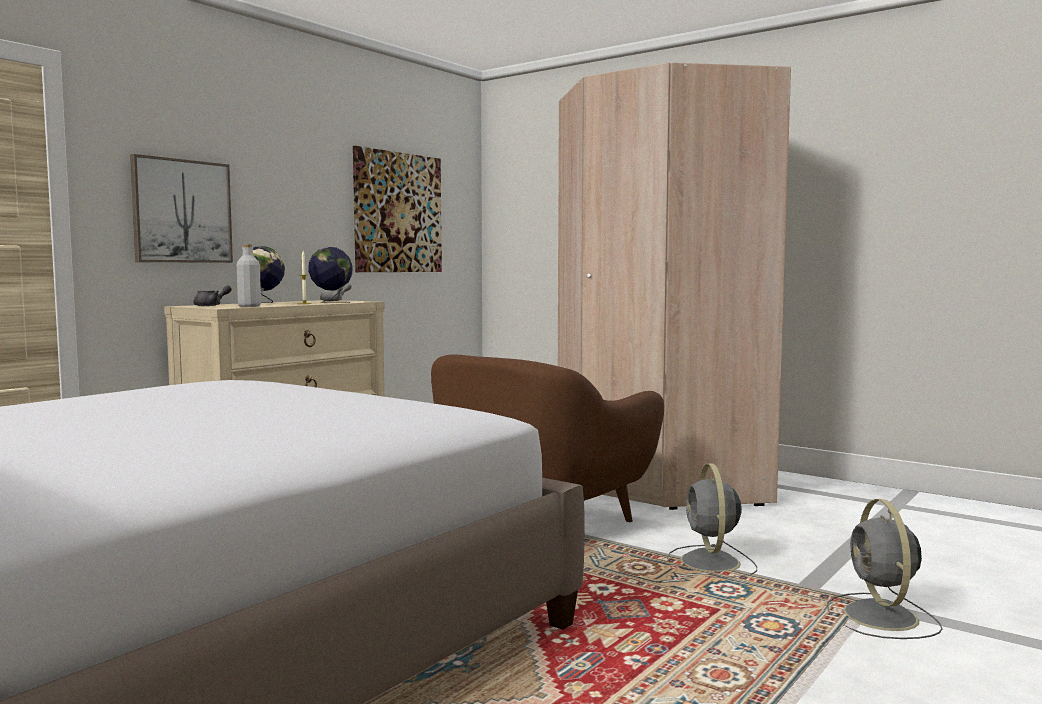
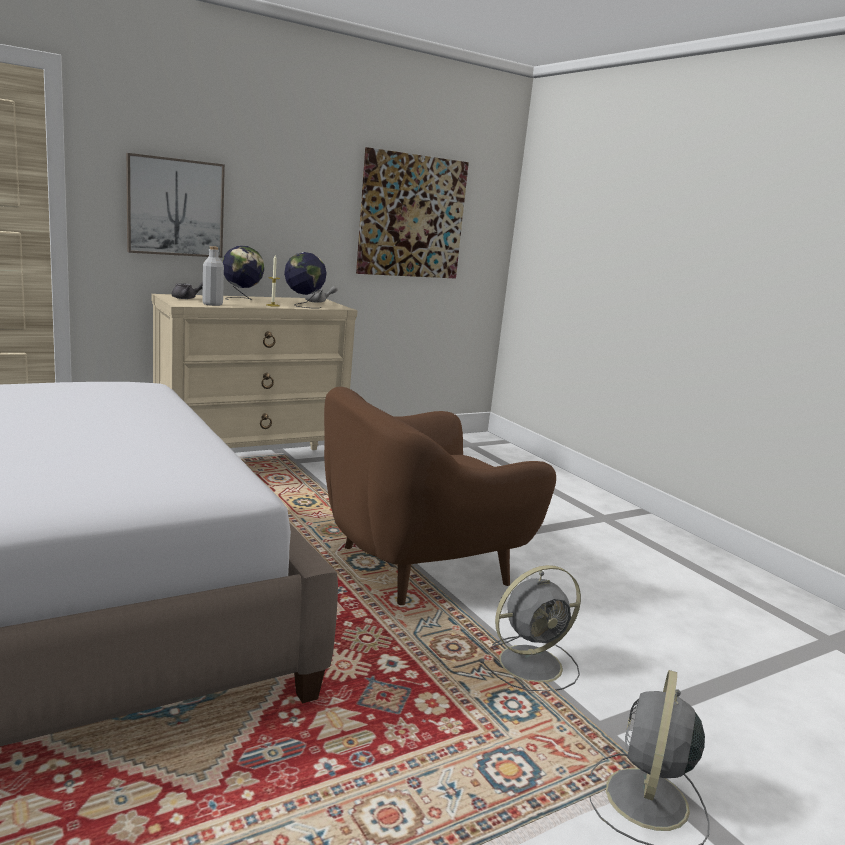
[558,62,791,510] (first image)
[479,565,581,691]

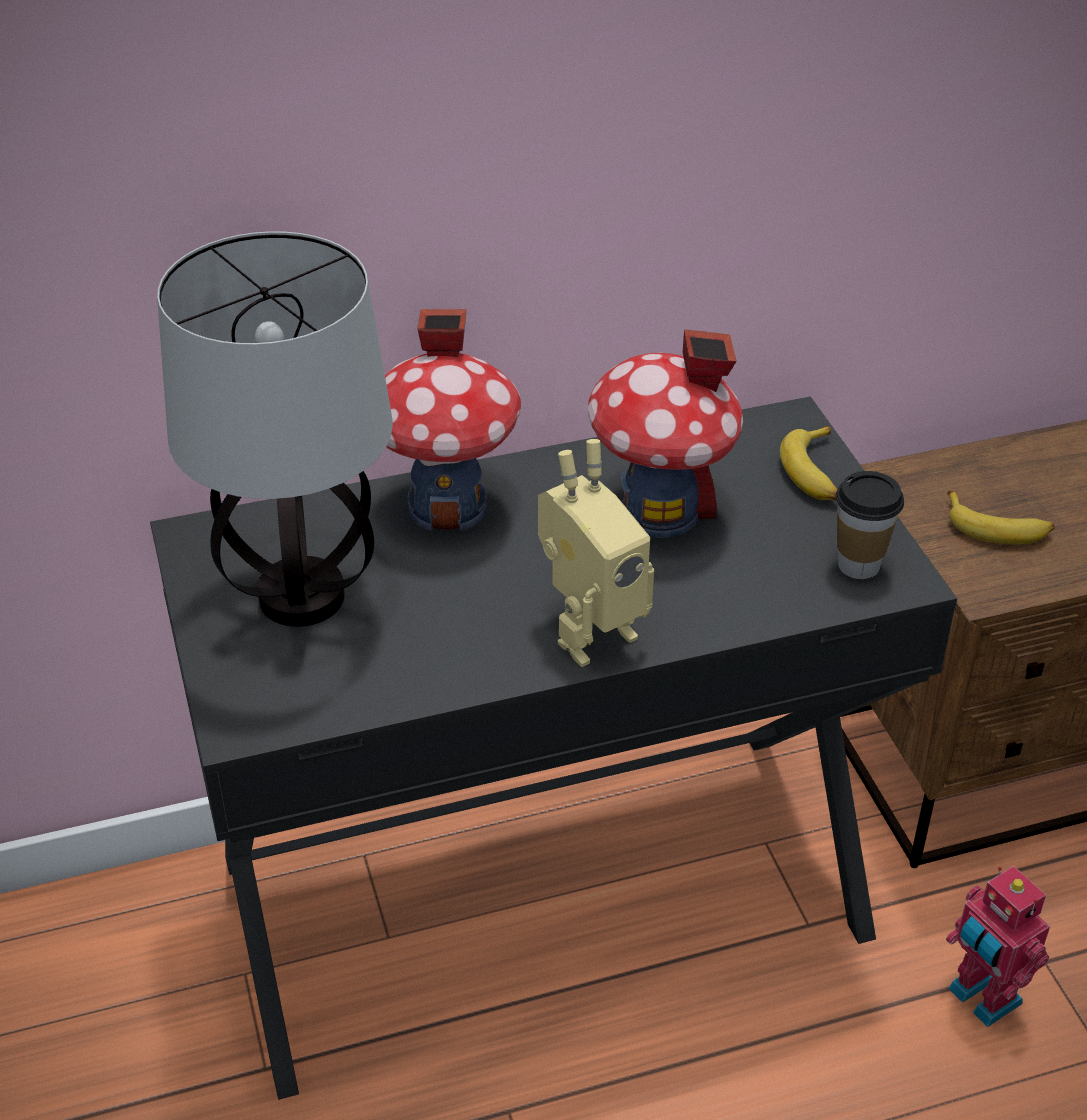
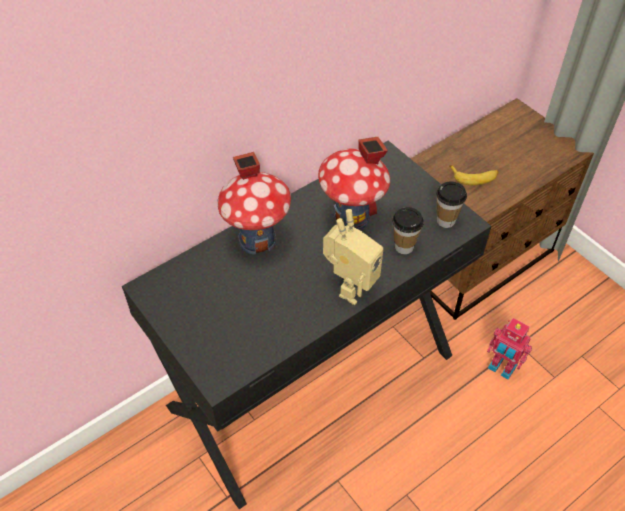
[157,231,393,627] (first image)
[780,426,838,500] (first image)
[392,207,424,254]

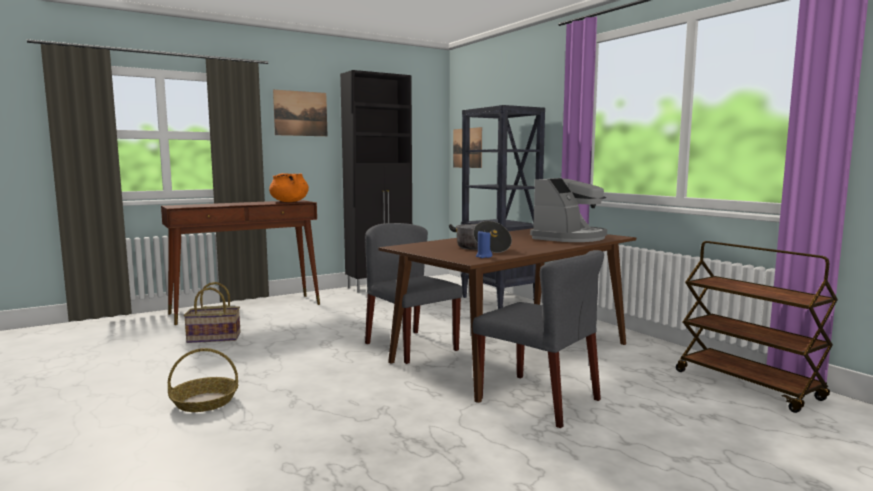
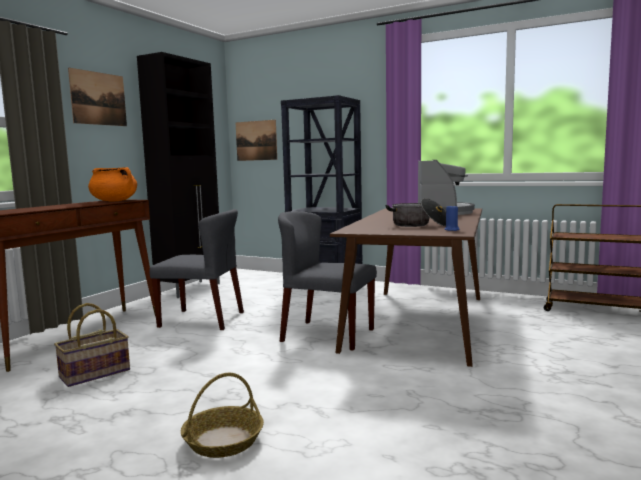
[149,209,244,330]

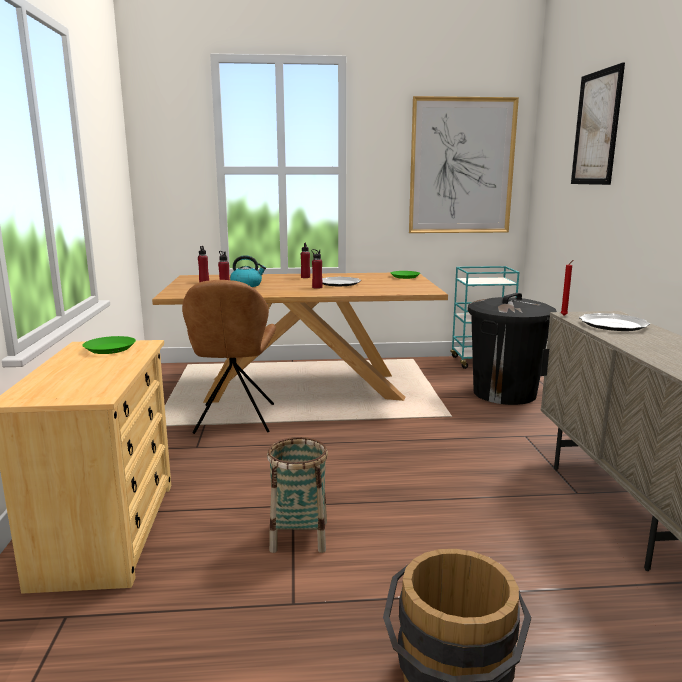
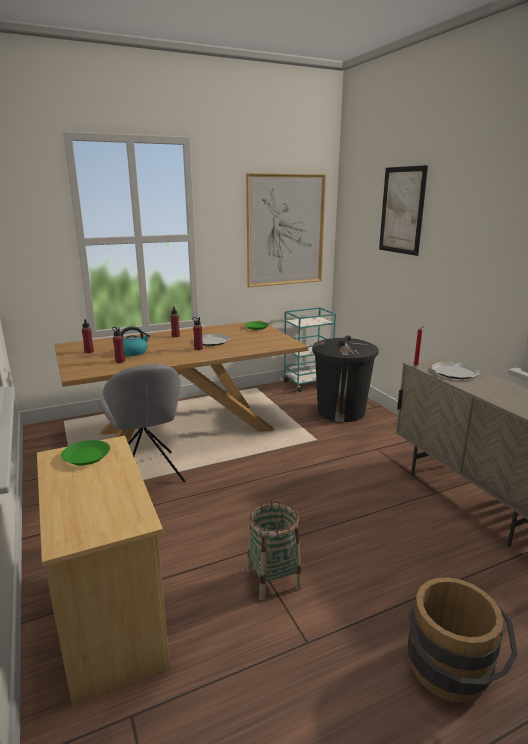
[99,364,186,483]

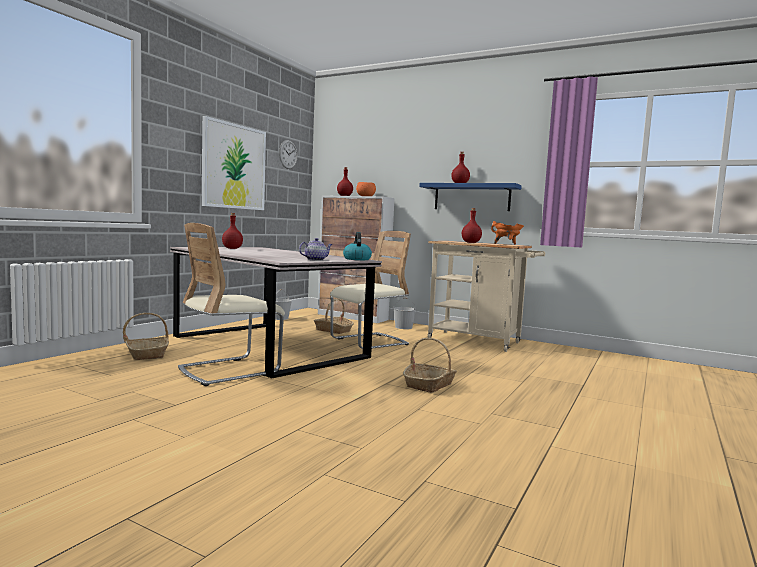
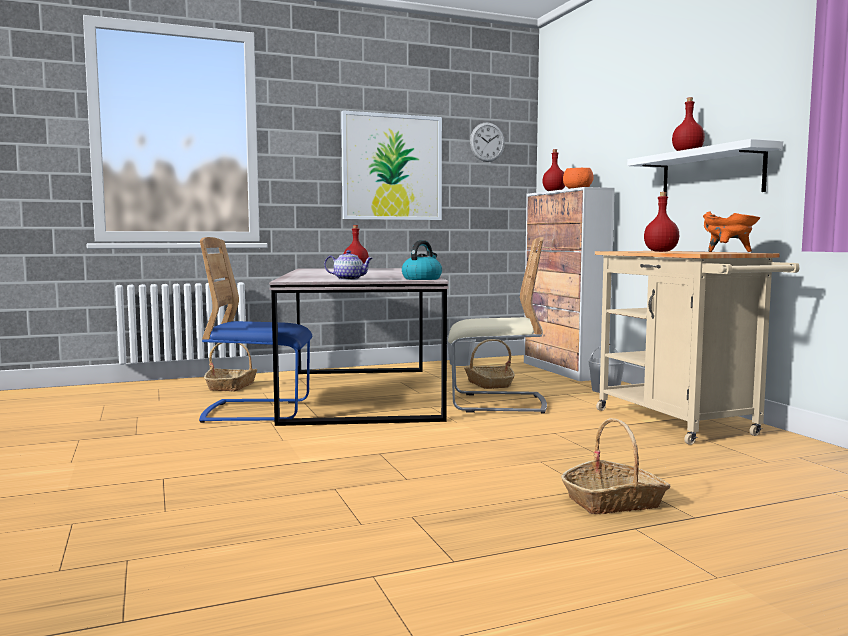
[199,237,312,423]
[561,418,671,514]
[627,139,783,196]

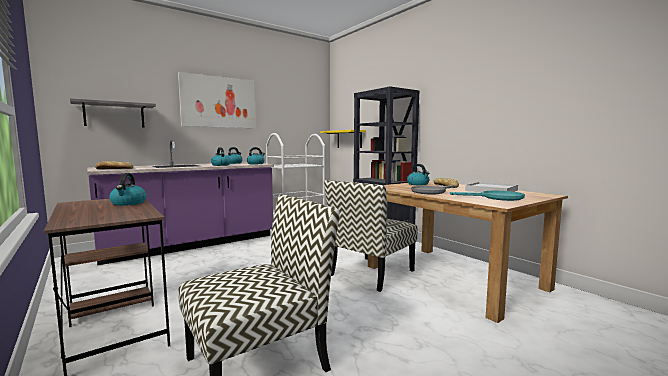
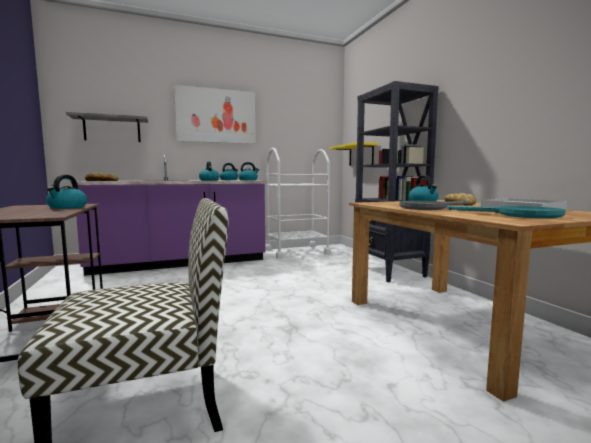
[324,180,417,292] (first image)

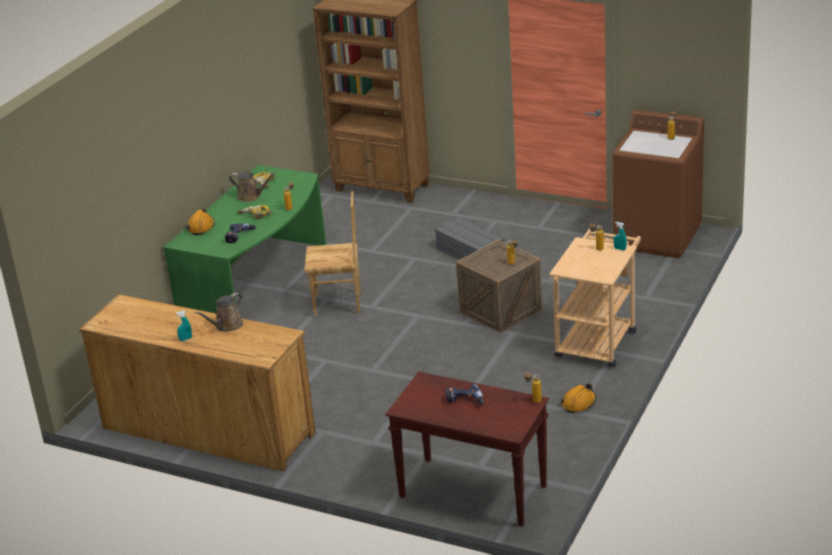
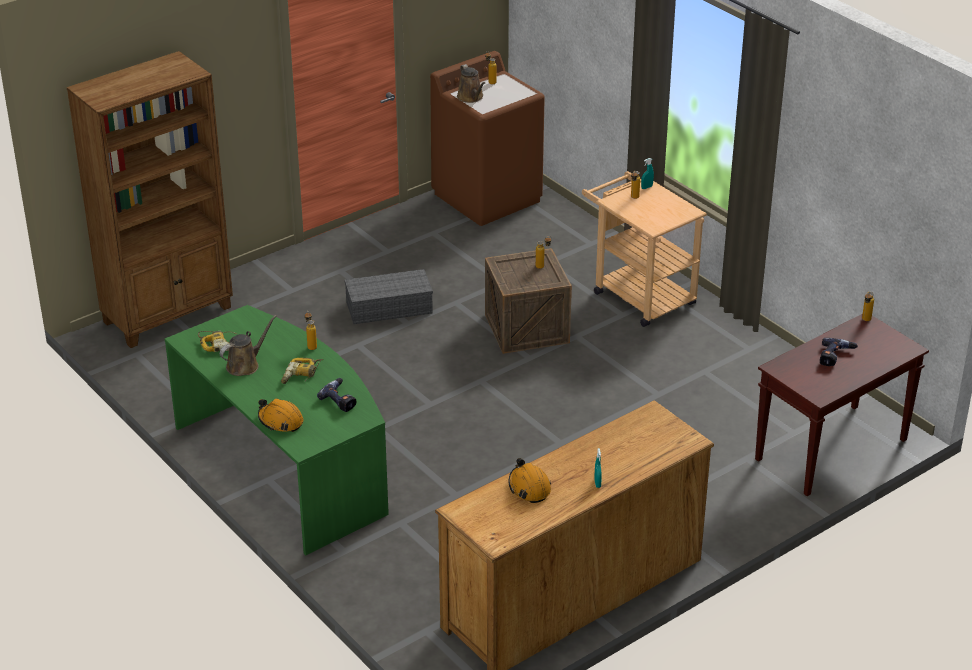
[457,64,485,103]
[304,191,361,317] (first image)
[508,458,551,503]

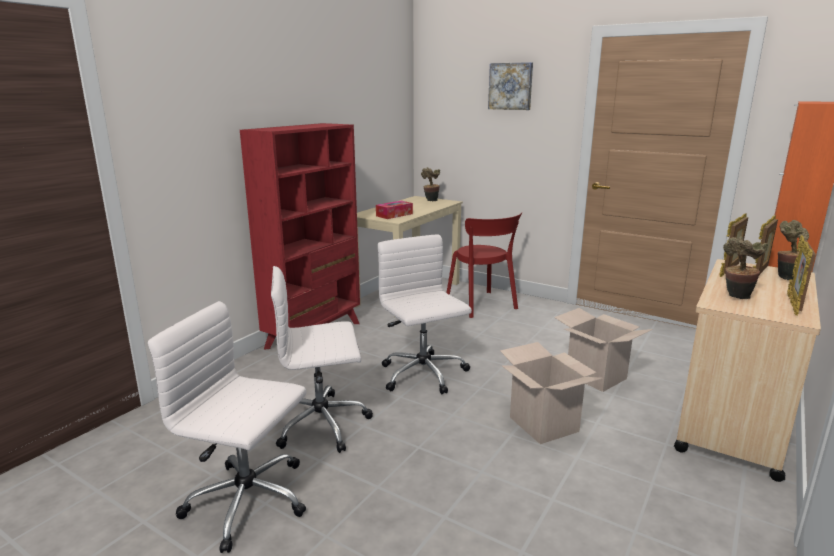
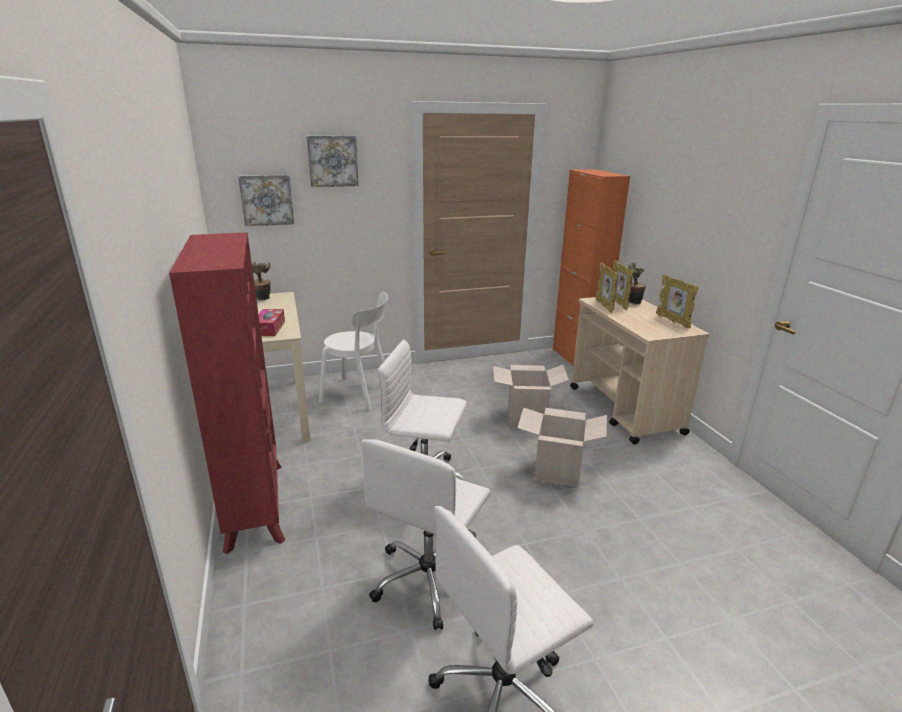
[319,291,388,411]
[723,236,768,299] (first image)
[238,175,294,226]

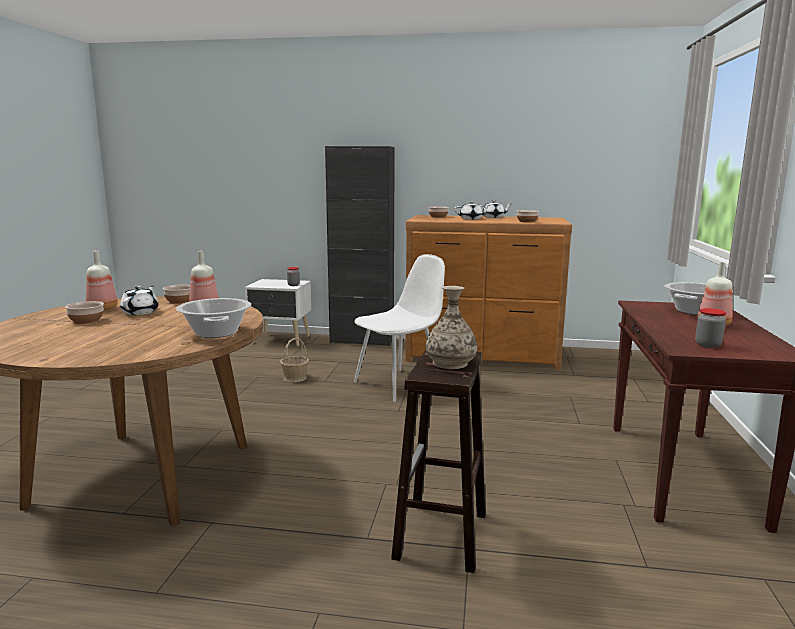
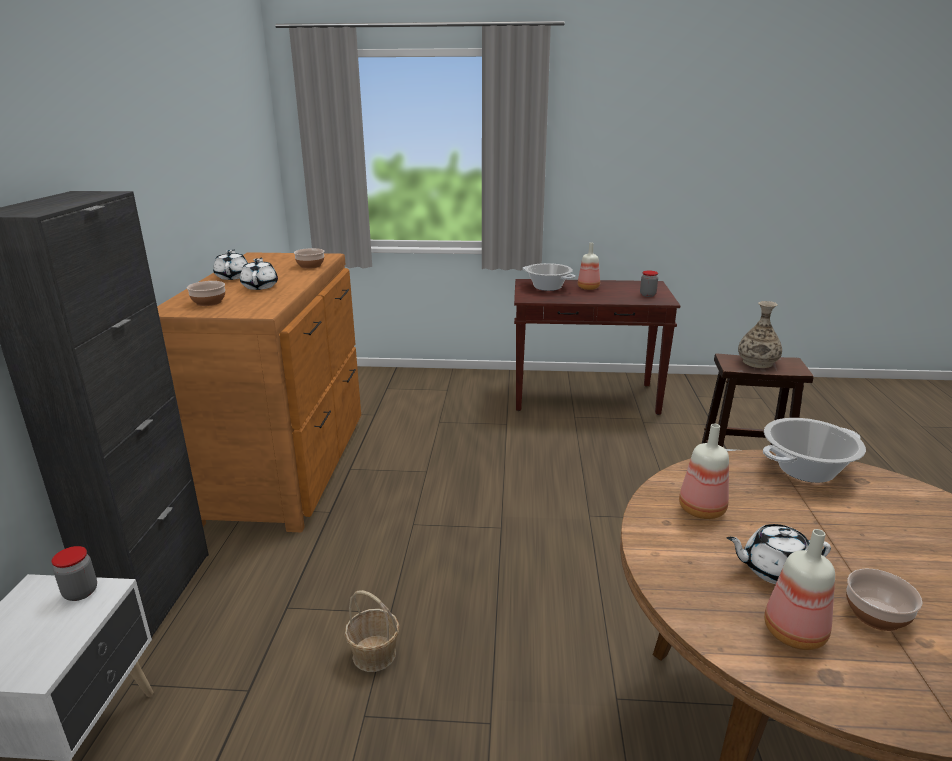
[163,284,190,304] (first image)
[354,254,445,402] (first image)

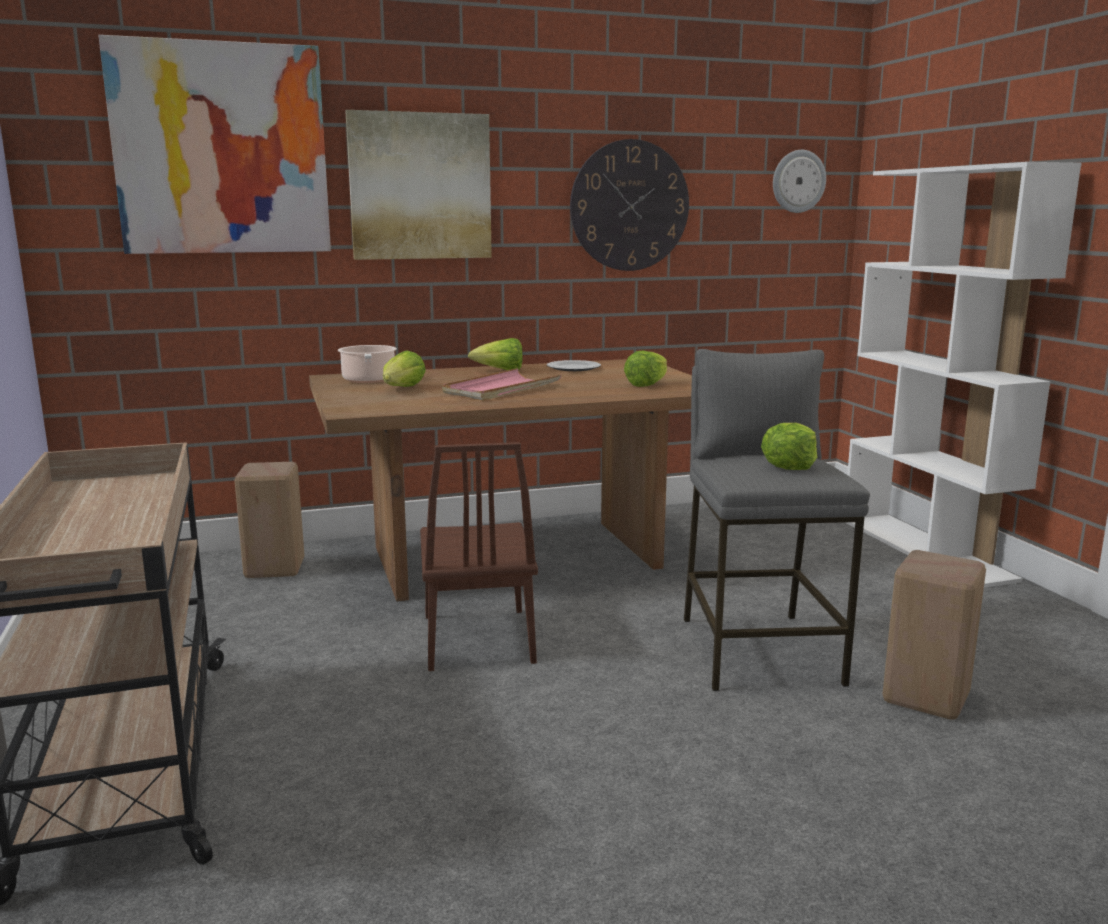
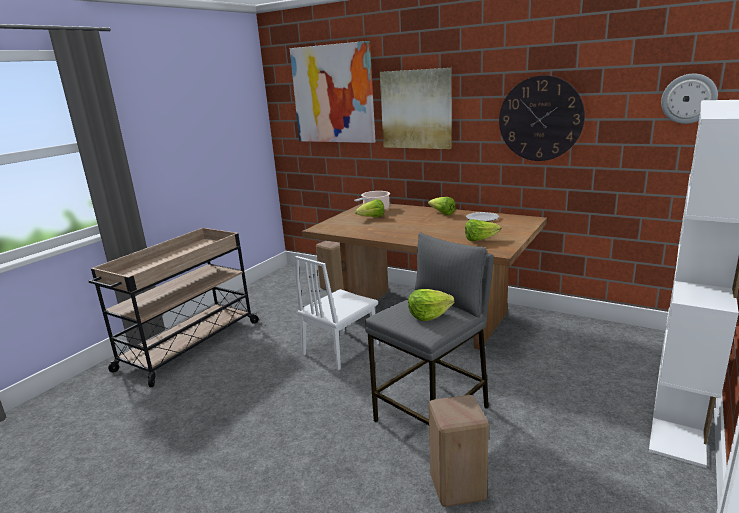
[295,256,379,371]
[442,368,562,401] (first image)

